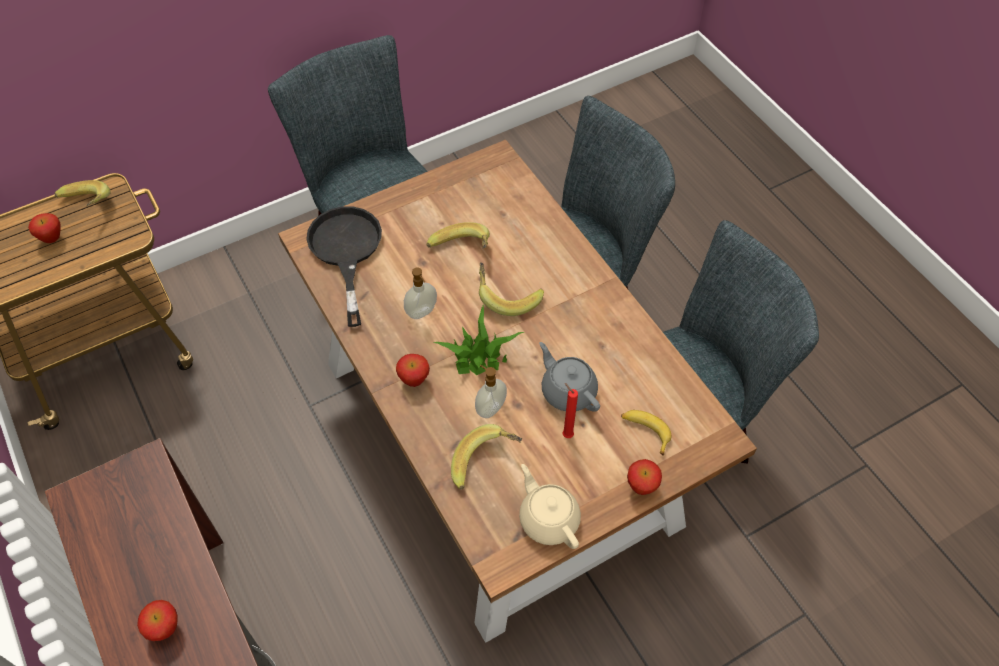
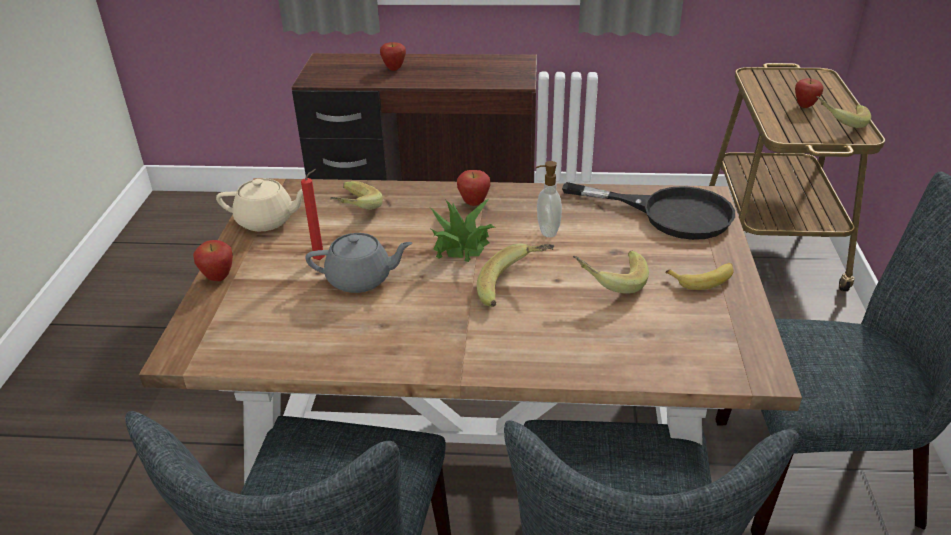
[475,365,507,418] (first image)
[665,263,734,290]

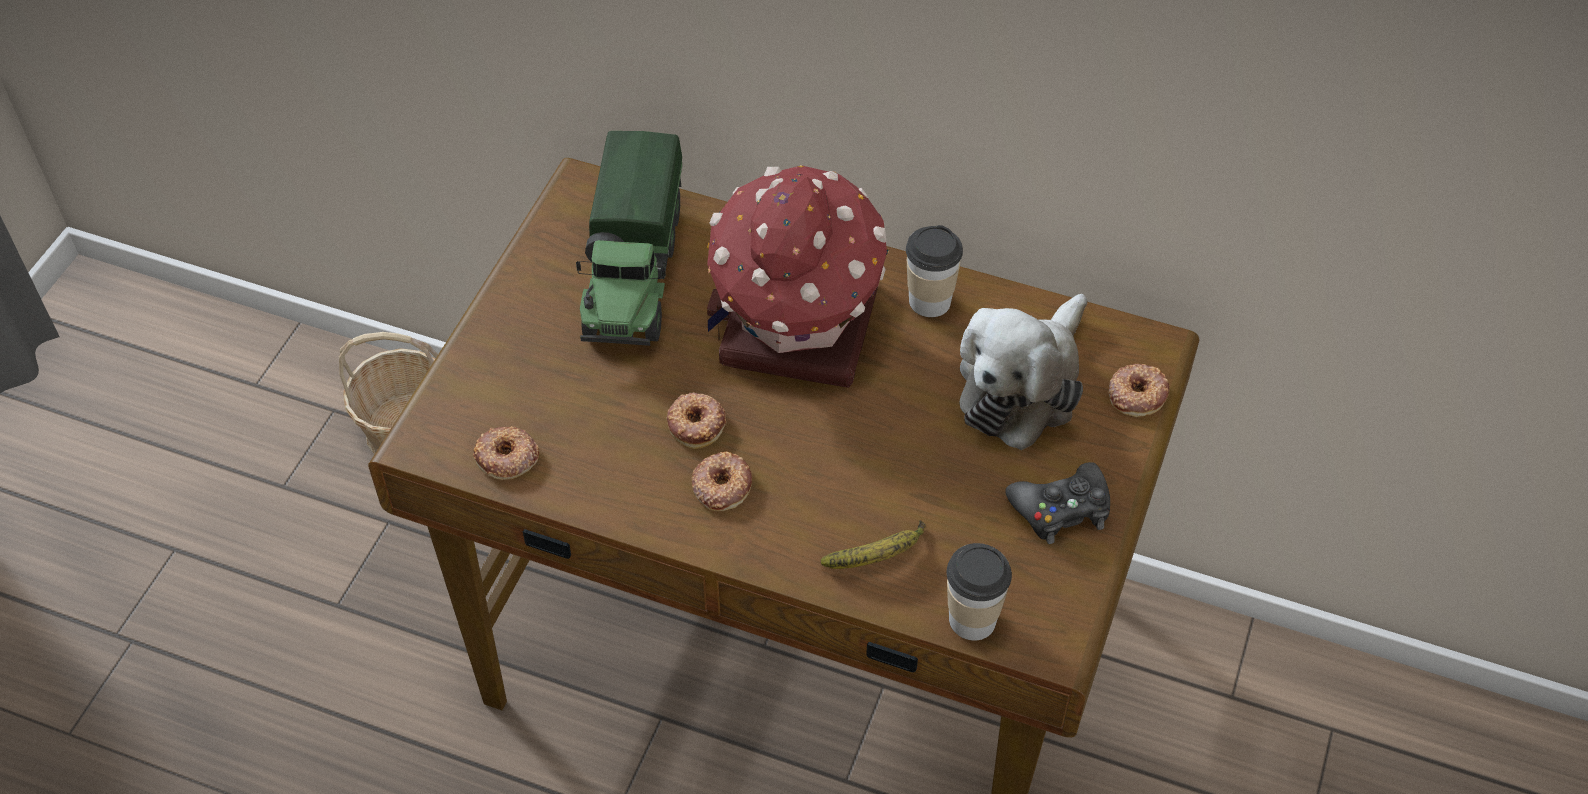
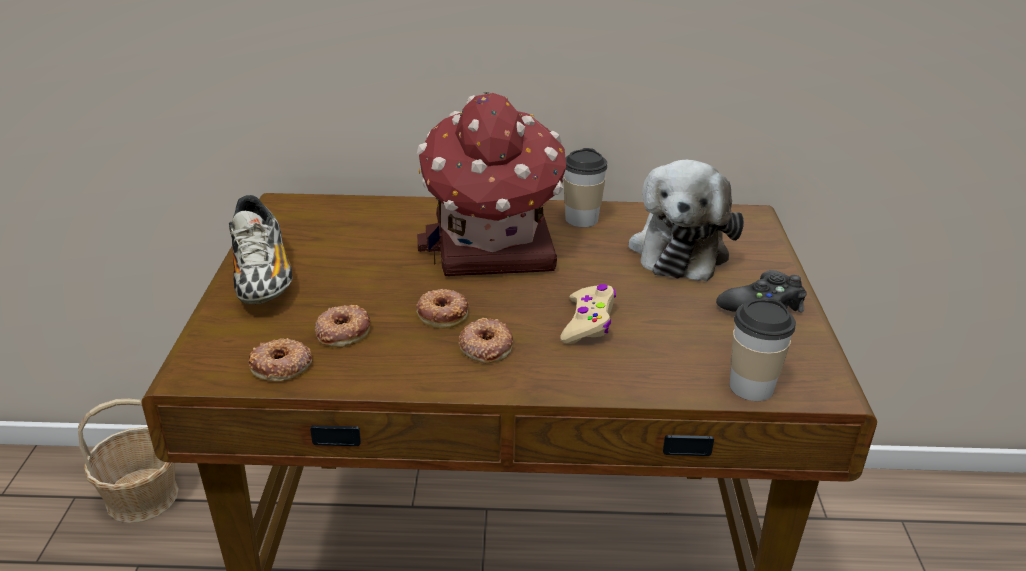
[576,131,682,346] (first image)
[821,520,926,569] (first image)
[315,305,370,347]
[229,195,293,304]
[560,284,616,344]

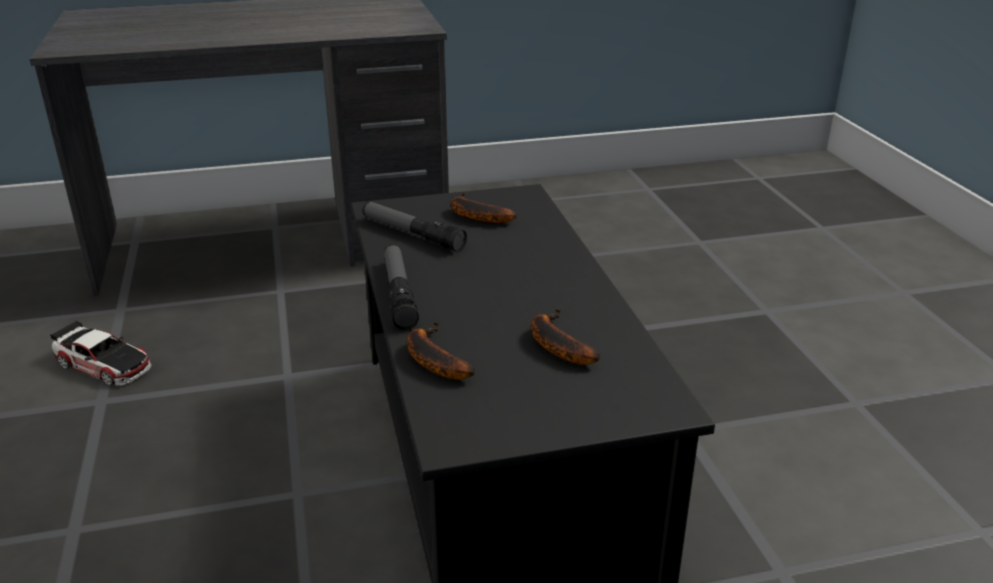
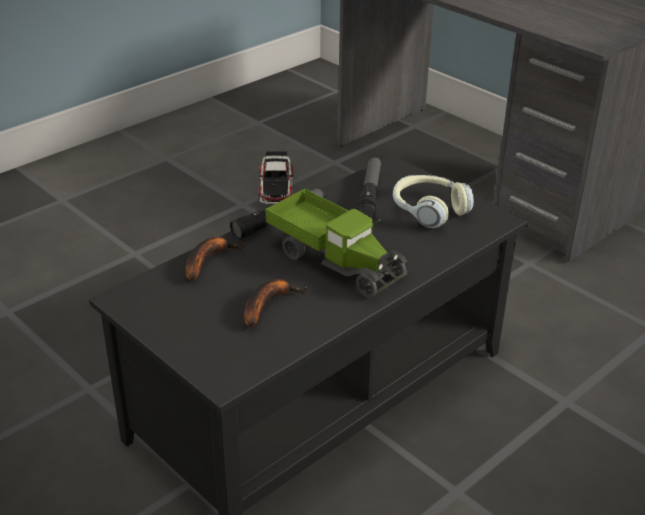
[393,175,474,228]
[265,189,408,298]

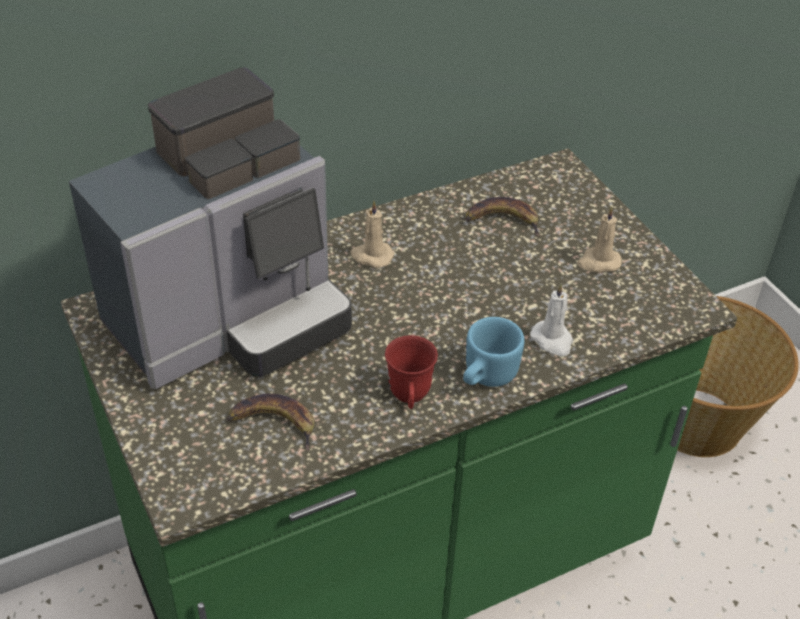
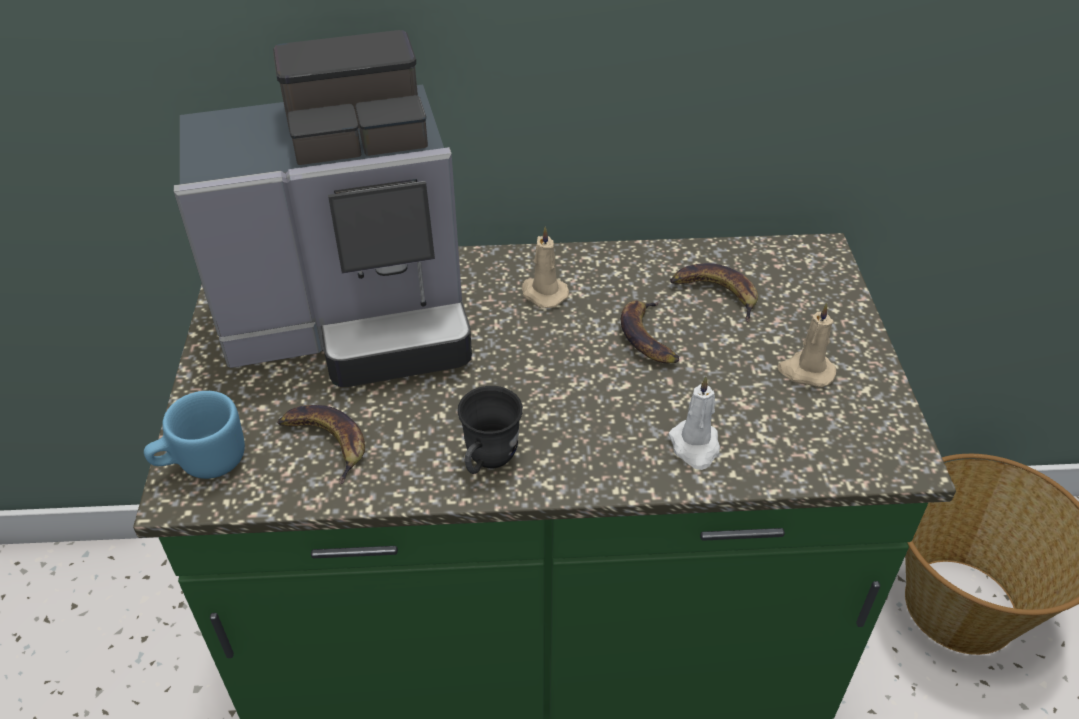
[458,386,523,474]
[144,391,245,479]
[621,300,679,363]

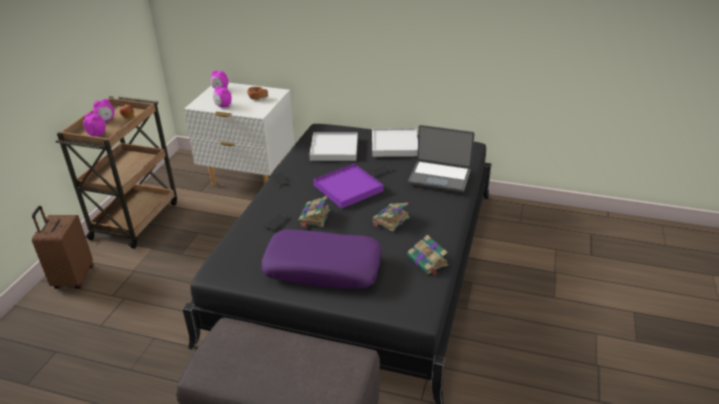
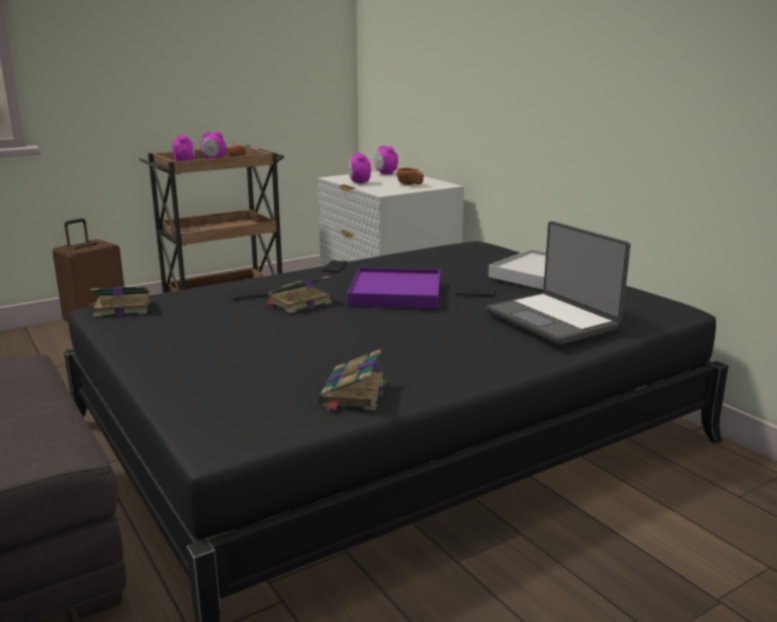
[261,229,382,288] (first image)
[309,132,358,161] (first image)
[88,285,150,317]

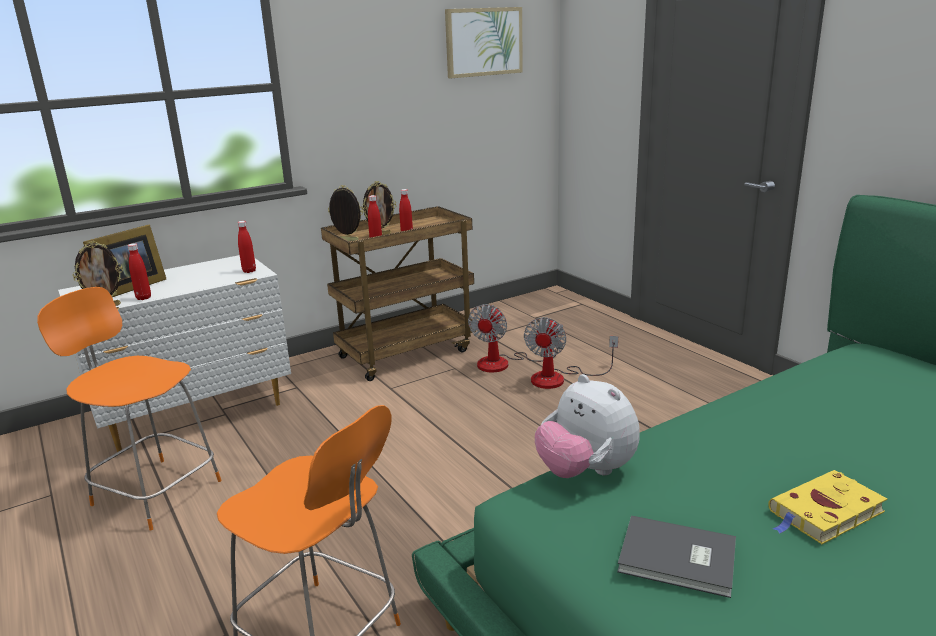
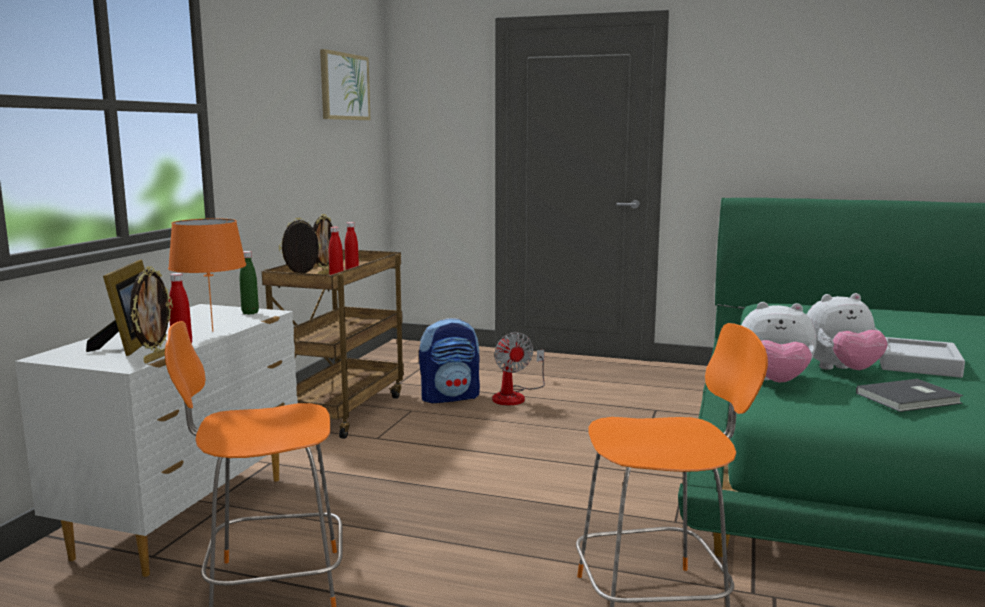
[240,251,259,315]
[419,318,480,403]
[879,337,965,378]
[168,218,246,332]
[806,293,888,370]

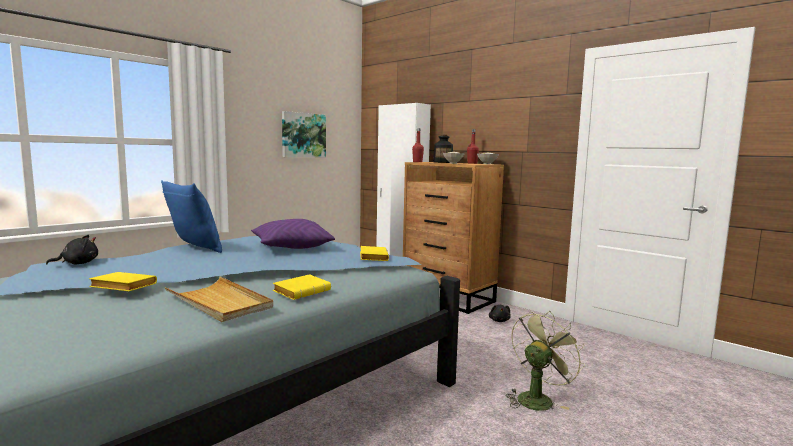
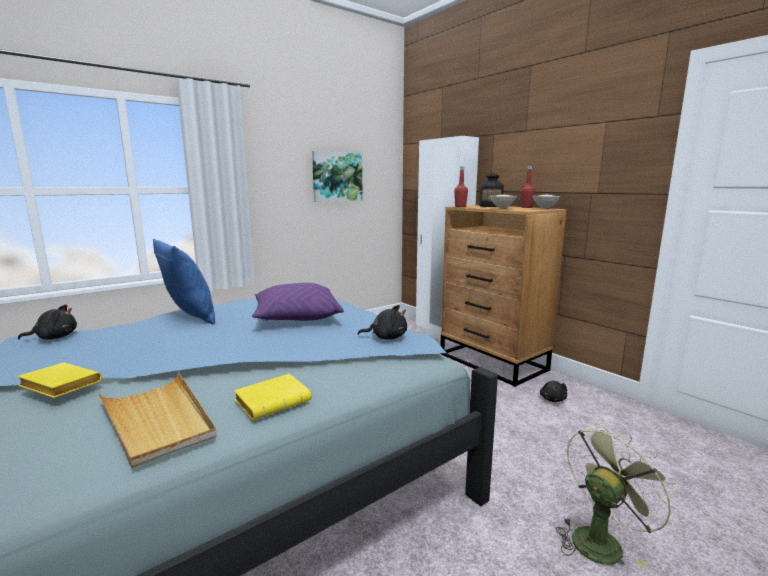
[358,305,407,340]

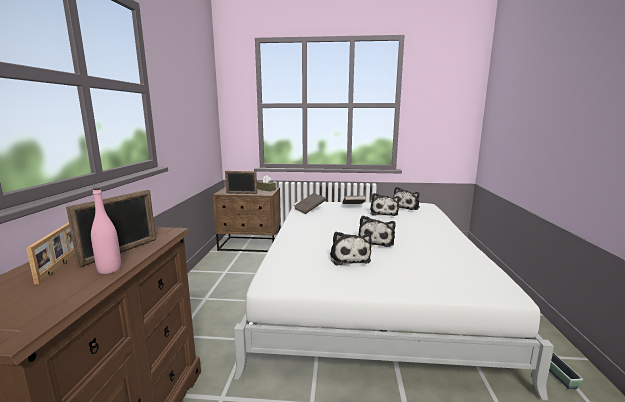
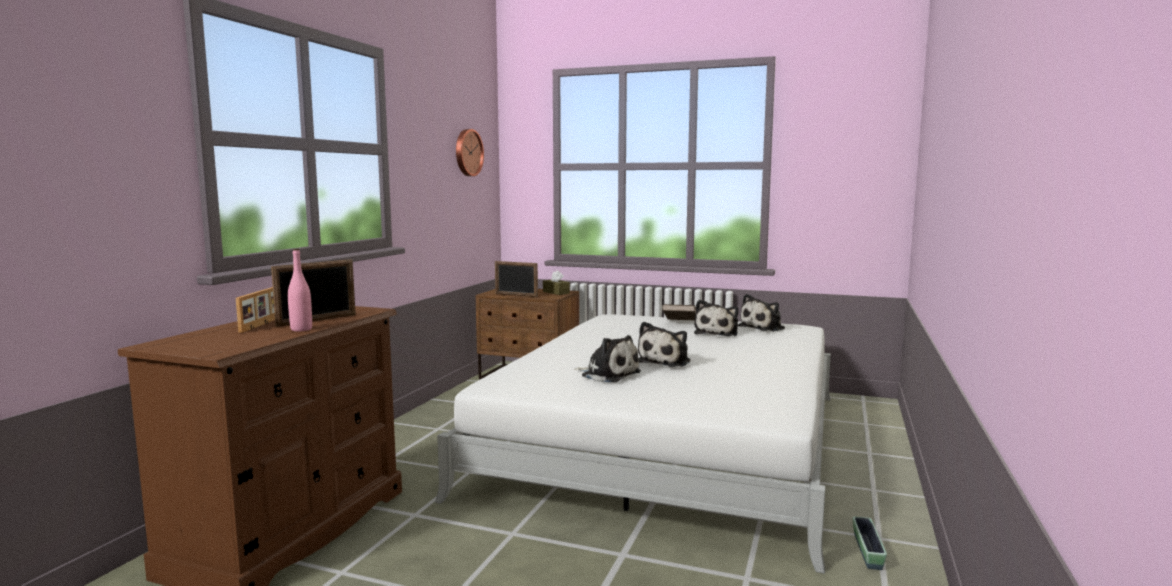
[294,193,326,214] (first image)
[574,335,641,383]
[456,129,484,176]

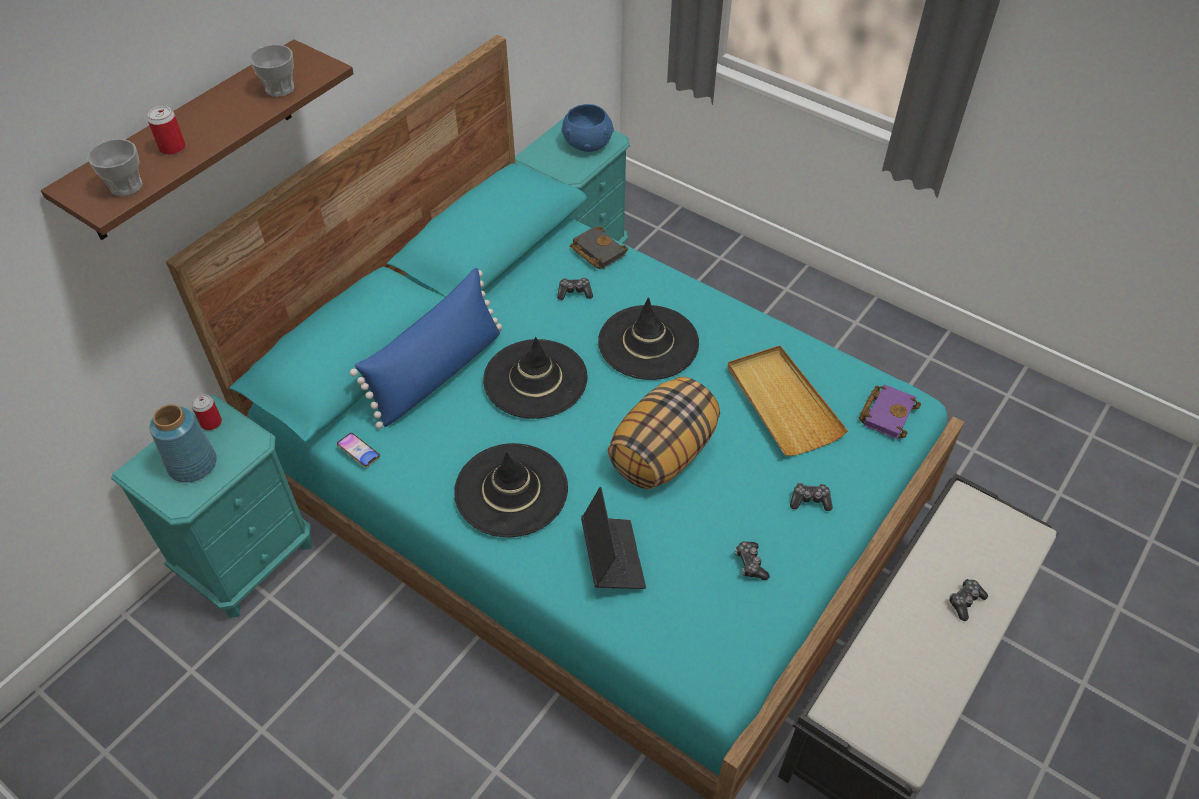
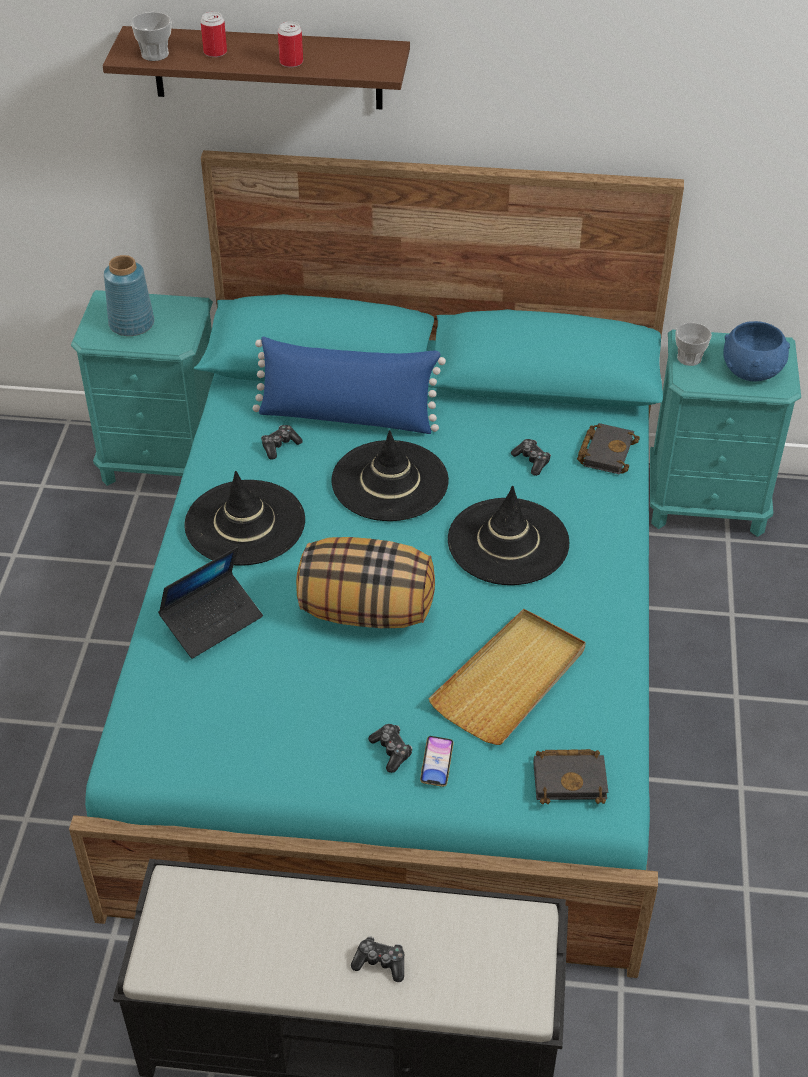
[278,22,303,67]
[675,323,712,366]
[420,736,454,787]
[261,425,303,460]
[533,749,608,804]

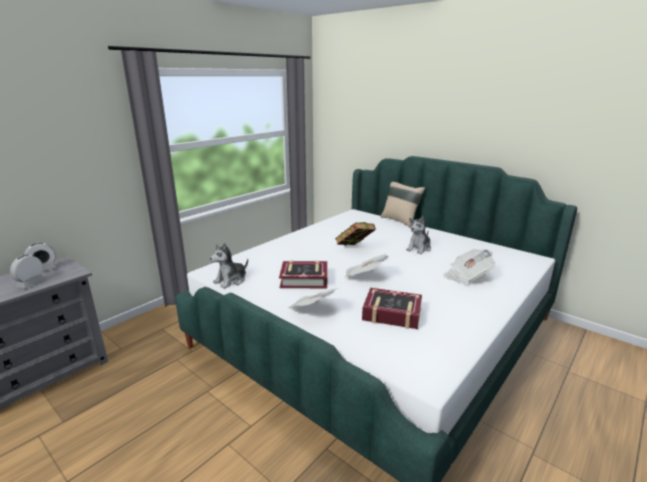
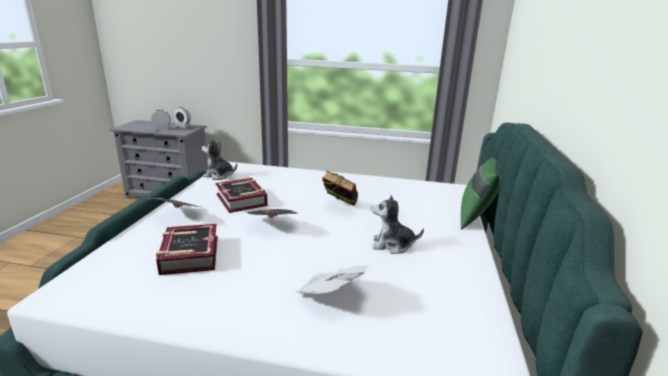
[461,157,502,230]

